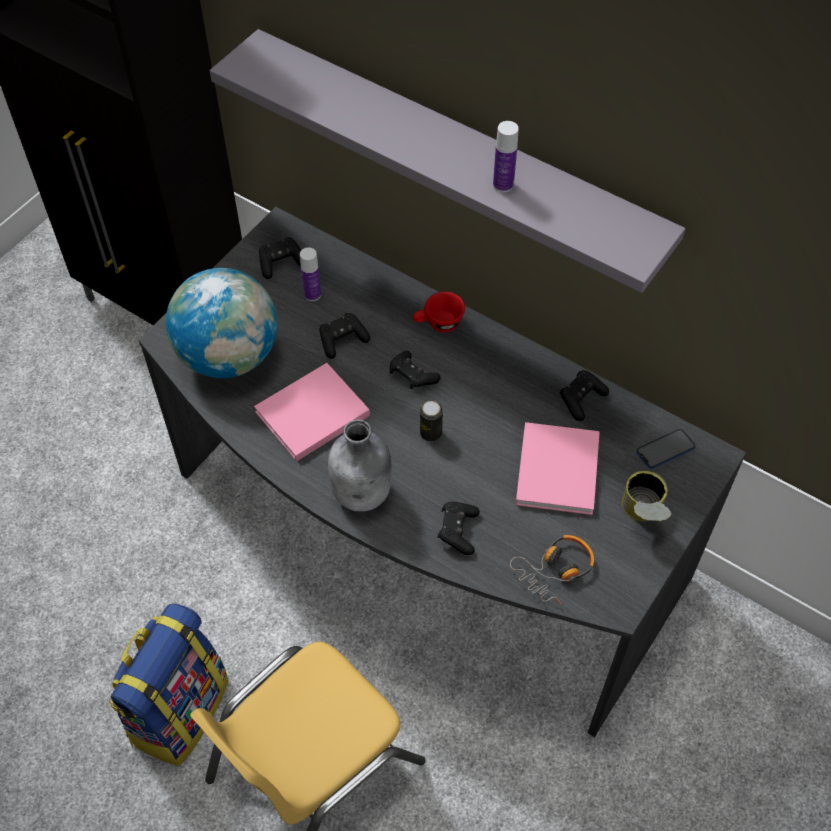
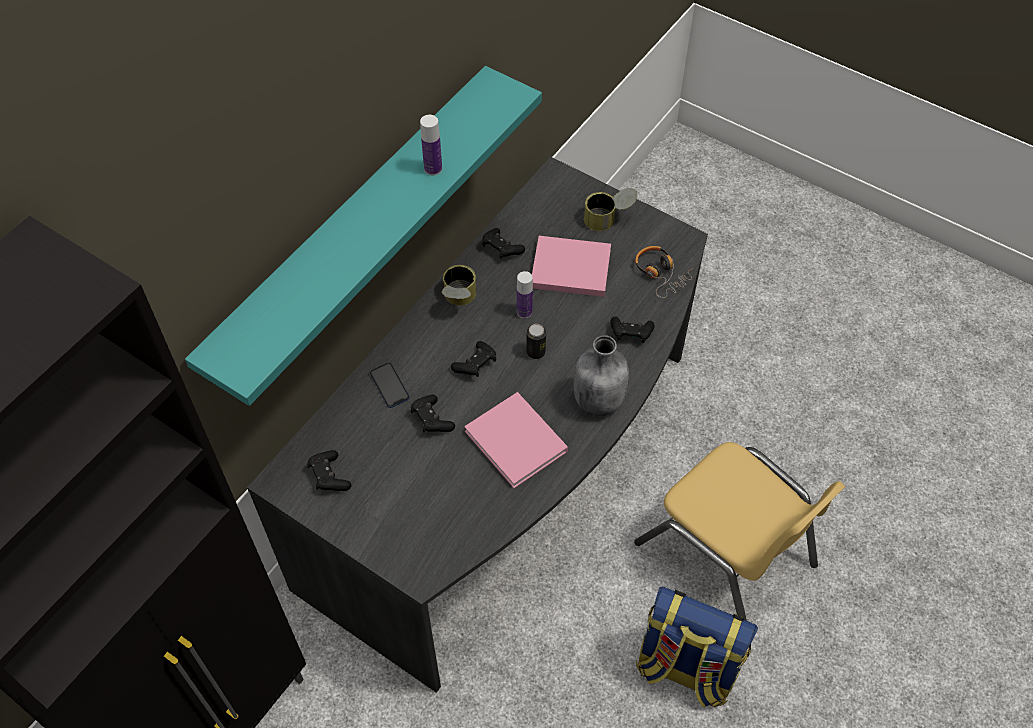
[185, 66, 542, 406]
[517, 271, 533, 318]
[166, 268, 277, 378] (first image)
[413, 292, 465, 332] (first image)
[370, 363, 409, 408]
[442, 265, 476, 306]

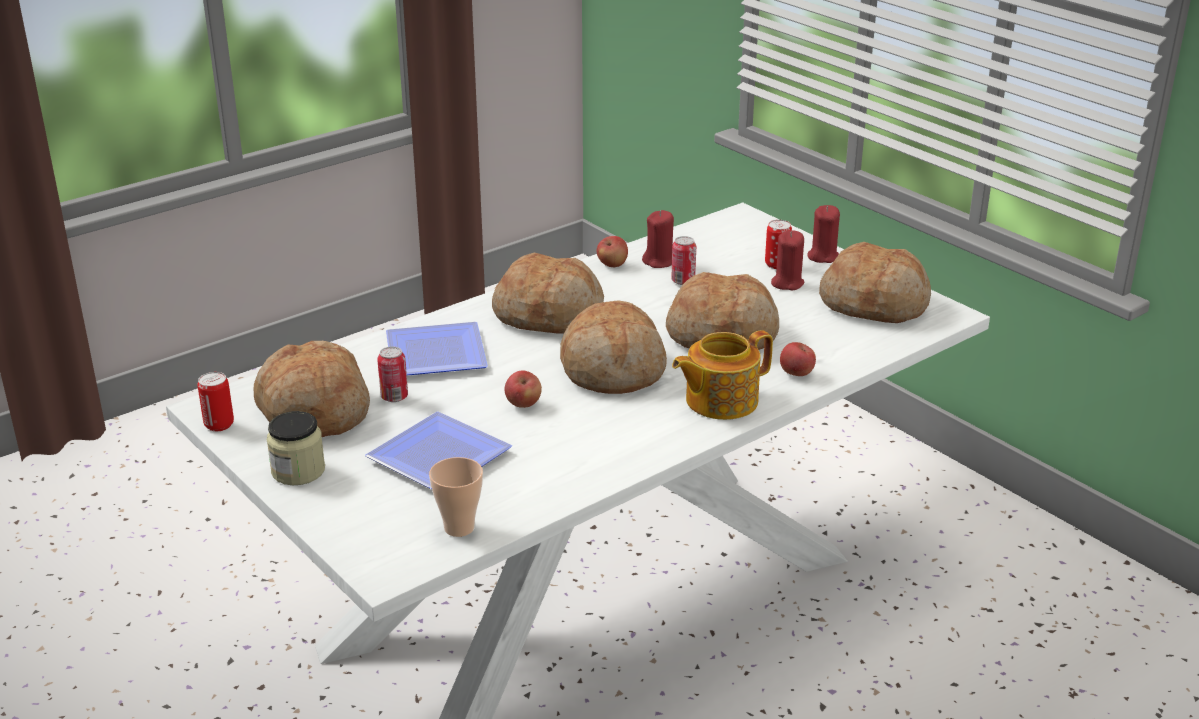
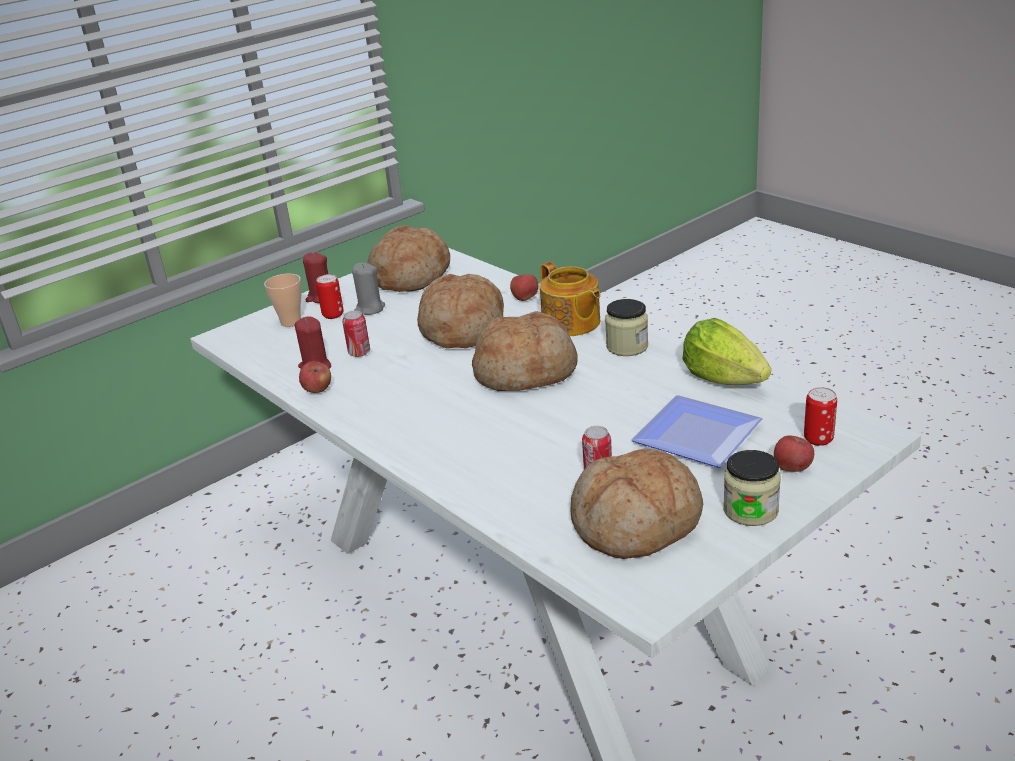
[352, 263, 385, 315]
[492, 252, 604, 334] (first image)
[386, 322, 488, 376] (first image)
[774, 435, 814, 472]
[804, 387, 837, 446]
[264, 274, 301, 327]
[605, 299, 648, 356]
[683, 318, 771, 385]

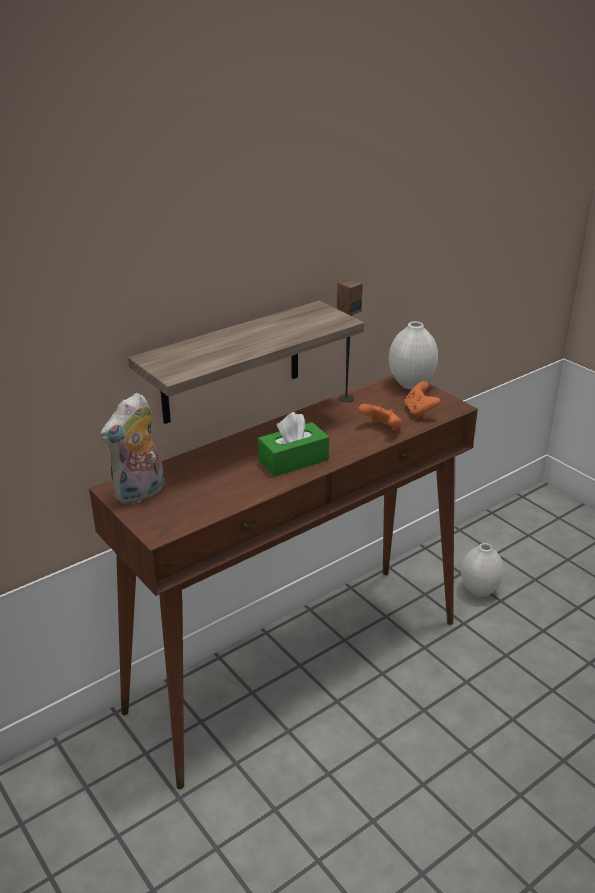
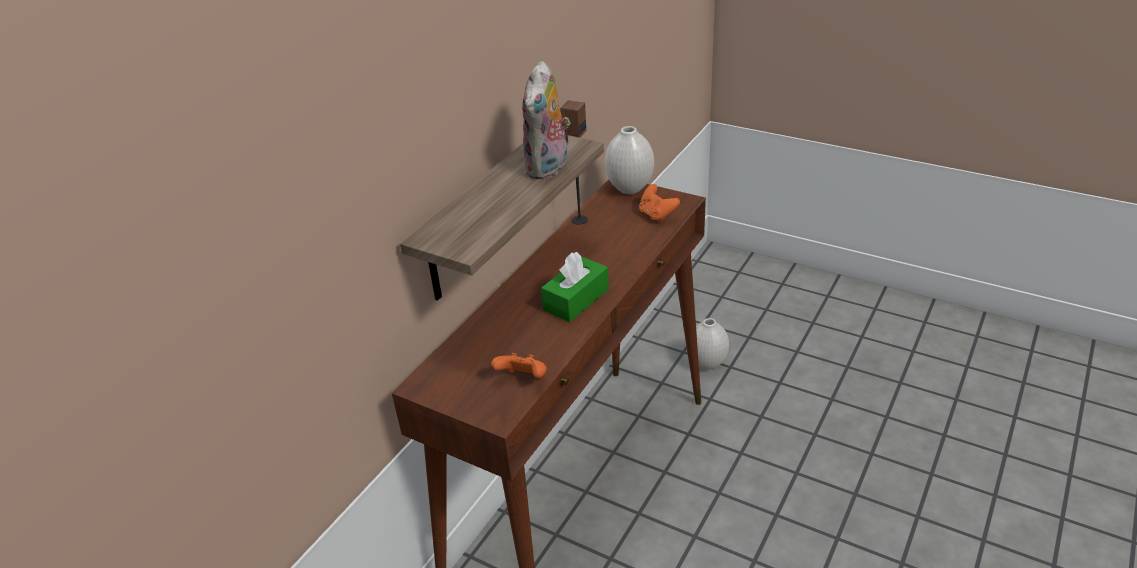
[522, 61, 571, 180]
[491, 353, 547, 378]

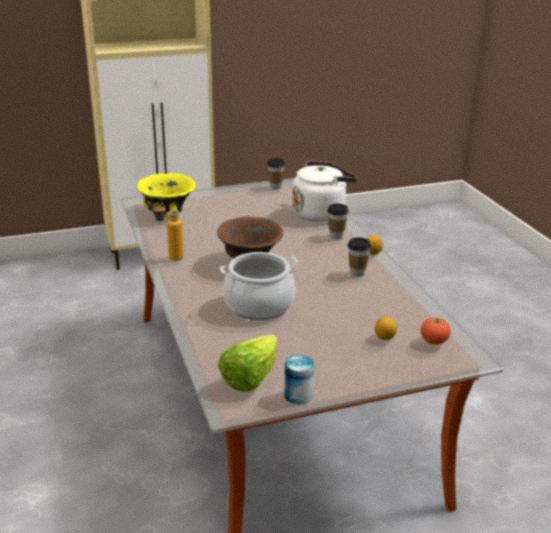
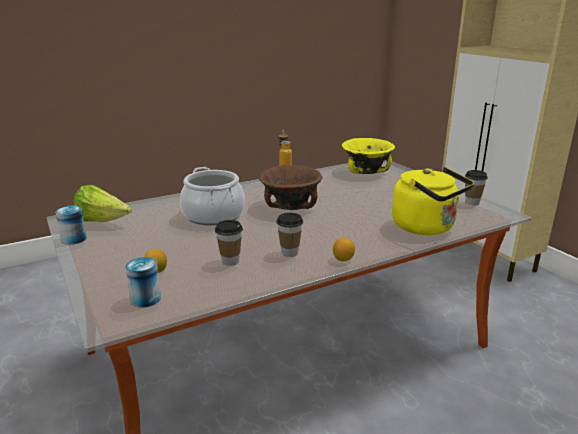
[392, 167, 474, 235]
[215, 220, 243, 266]
[125, 257, 161, 308]

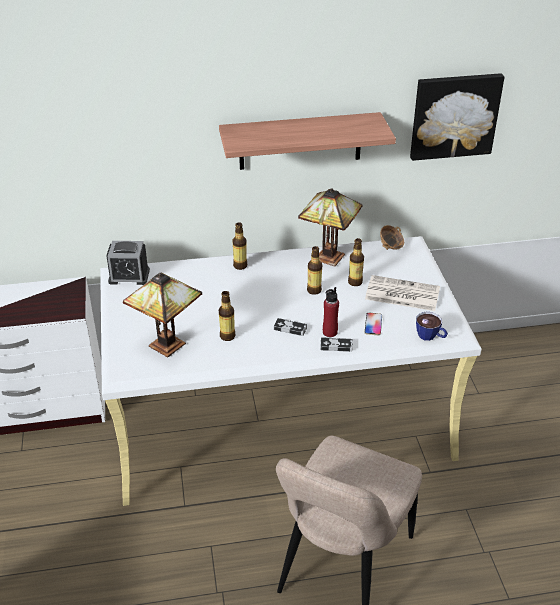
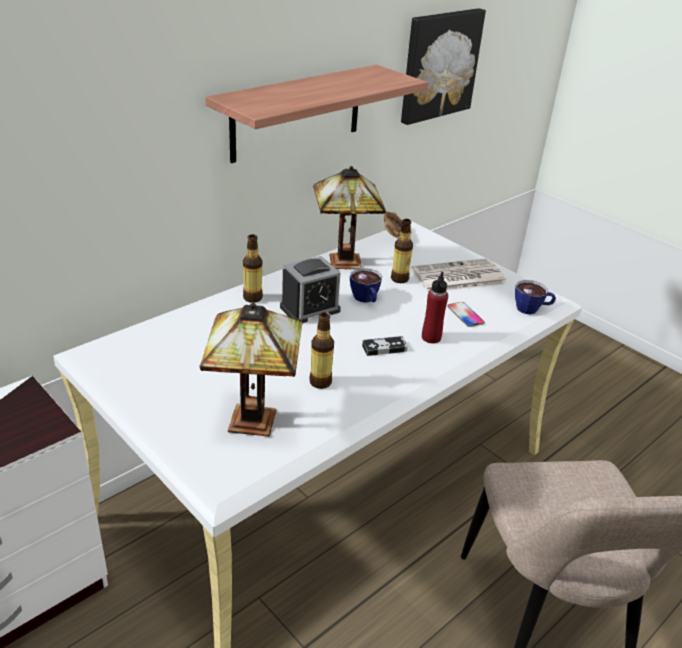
[280, 256, 341, 323]
[350, 268, 382, 302]
[320, 337, 353, 352] (first image)

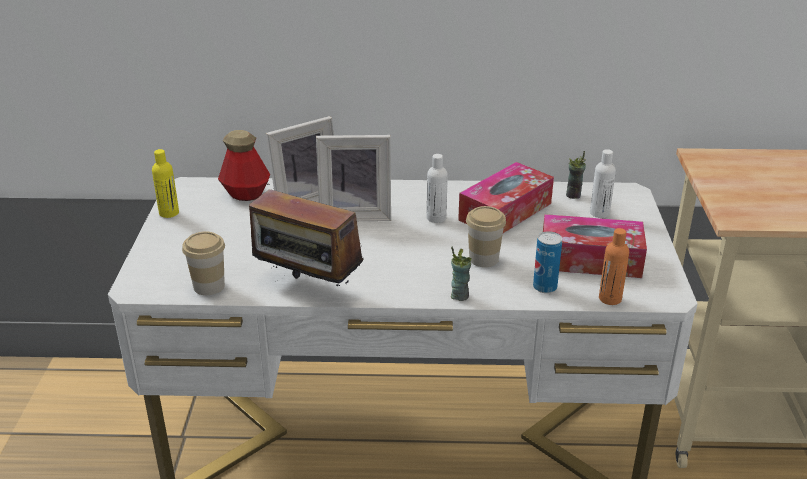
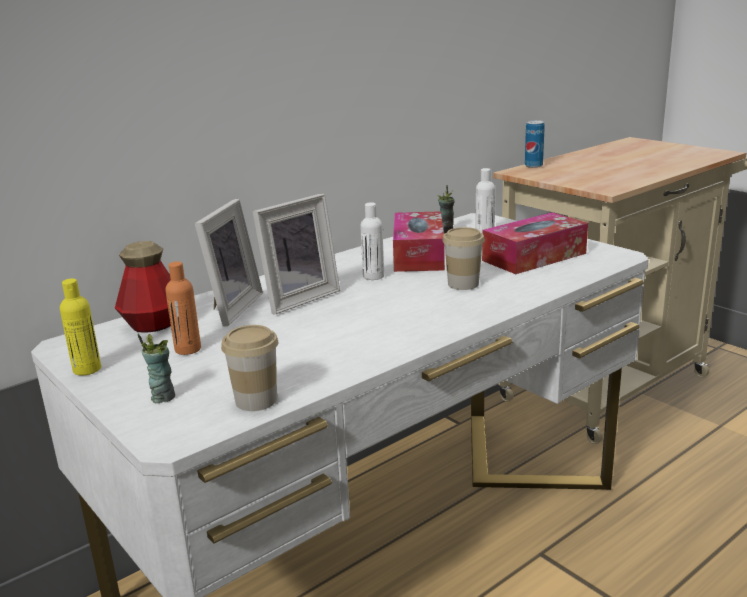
[249, 184, 363, 289] (first image)
[165, 261, 201, 355]
[525, 120, 545, 168]
[137, 334, 175, 403]

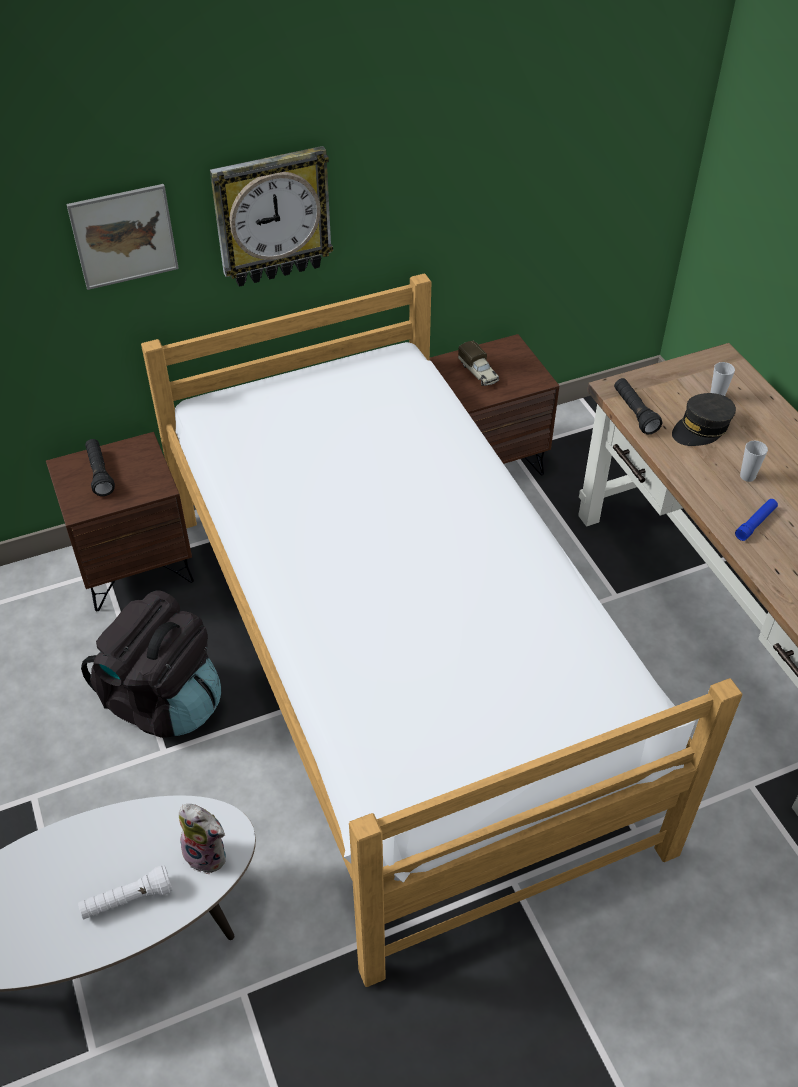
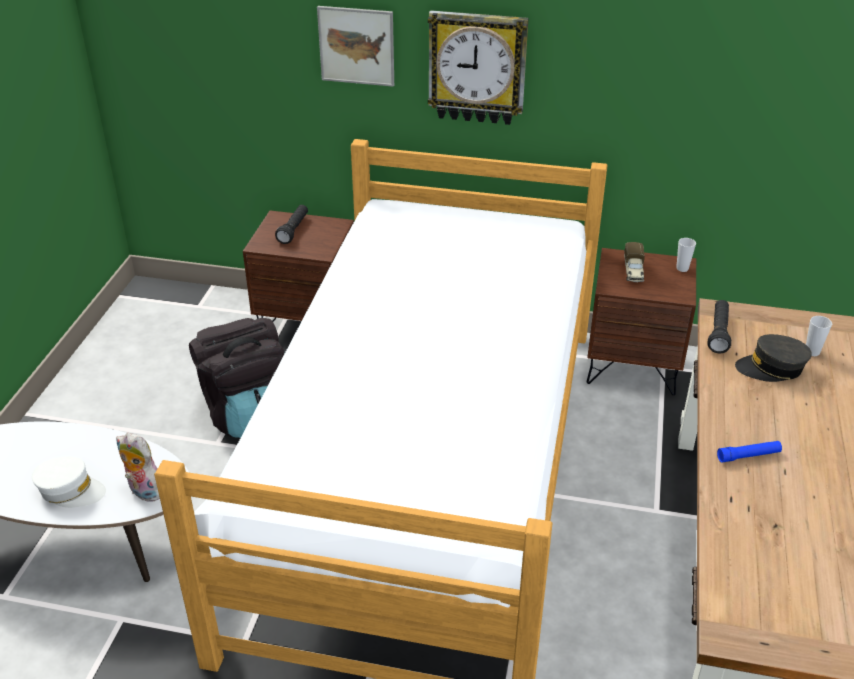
[676, 238, 696, 272]
[116, 433, 160, 502]
[32, 456, 106, 508]

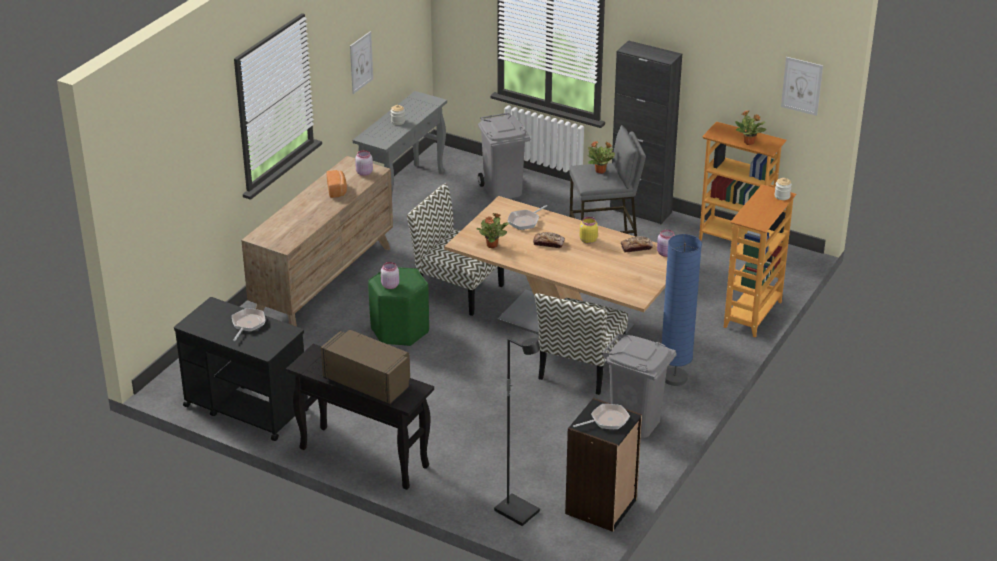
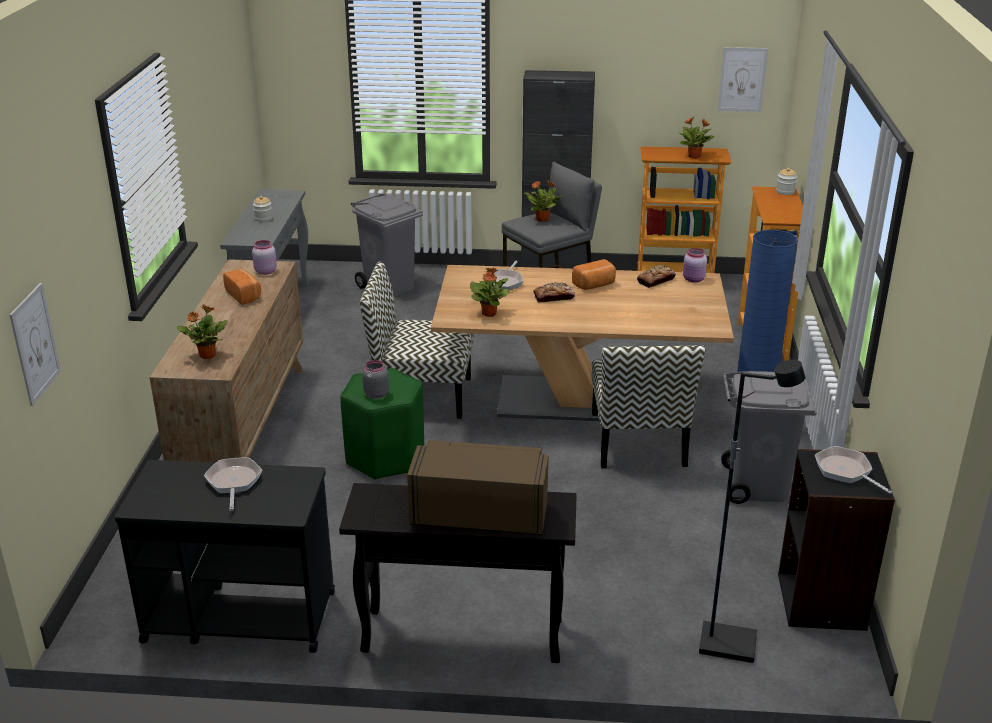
[10, 283, 61, 406]
[572, 259, 616, 290]
[362, 360, 389, 399]
[815, 446, 892, 494]
[177, 304, 228, 359]

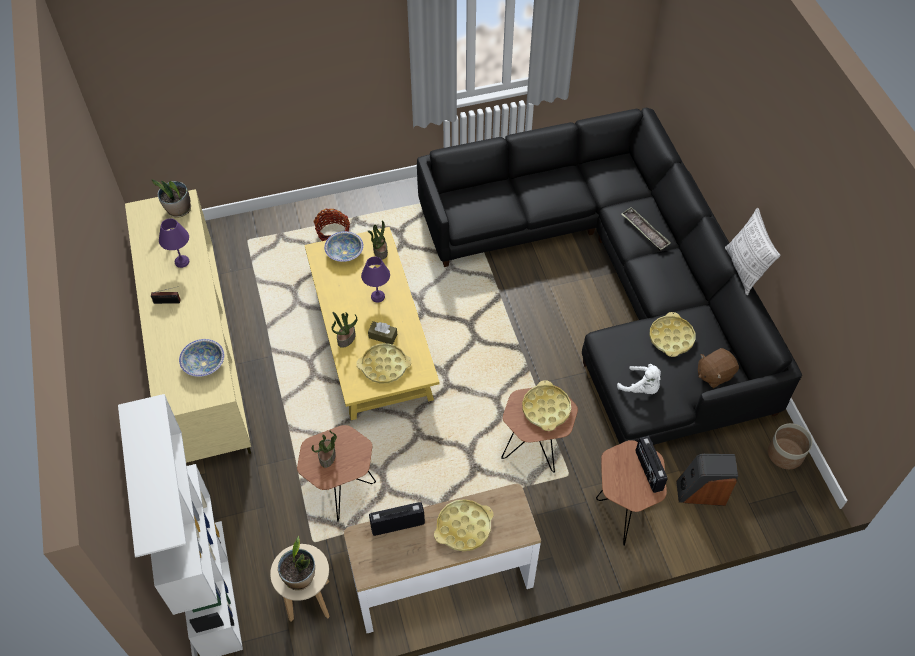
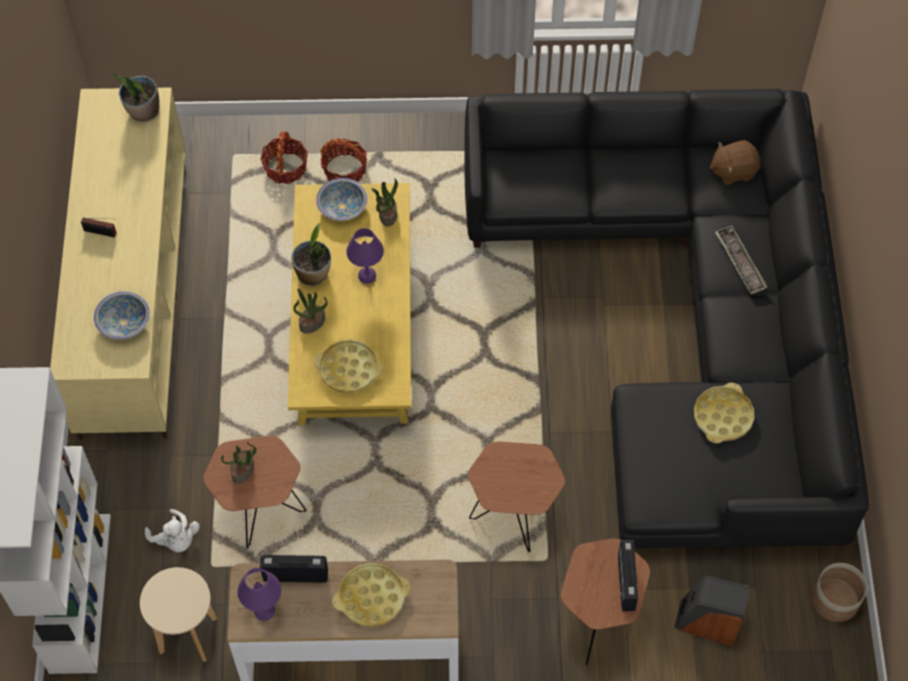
[725, 208, 780, 295] (first image)
[238, 568, 281, 621]
[368, 321, 397, 345] (first image)
[709, 140, 760, 185]
[145, 509, 200, 552]
[522, 380, 571, 431] (first image)
[292, 223, 331, 286]
[260, 131, 308, 184]

